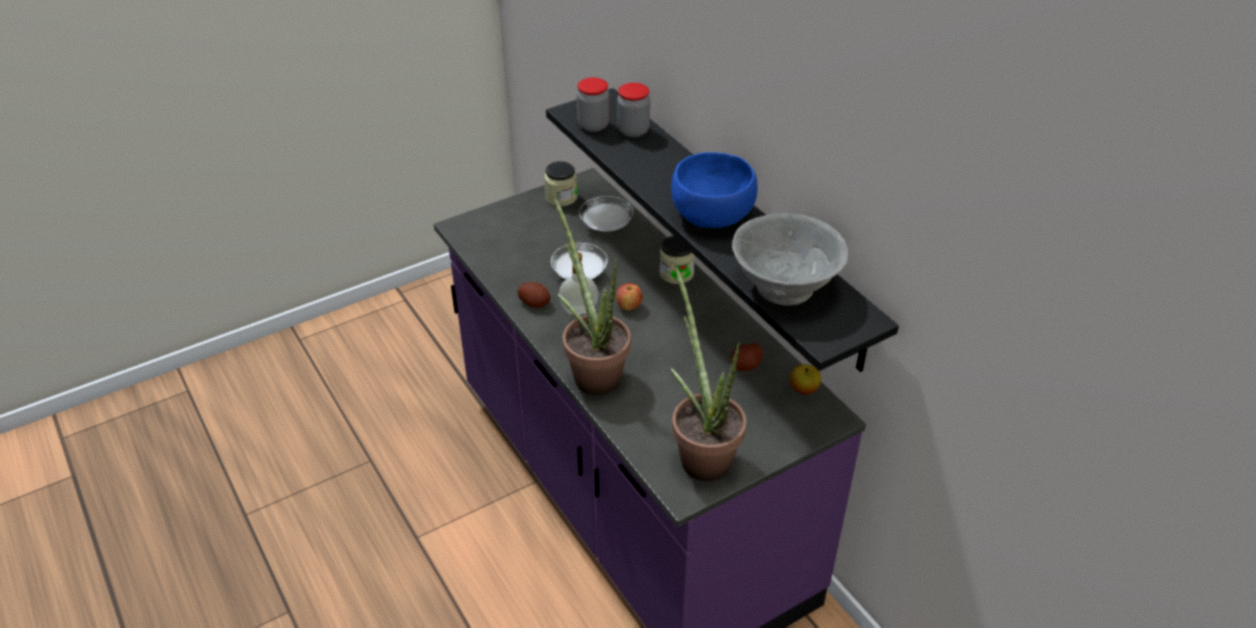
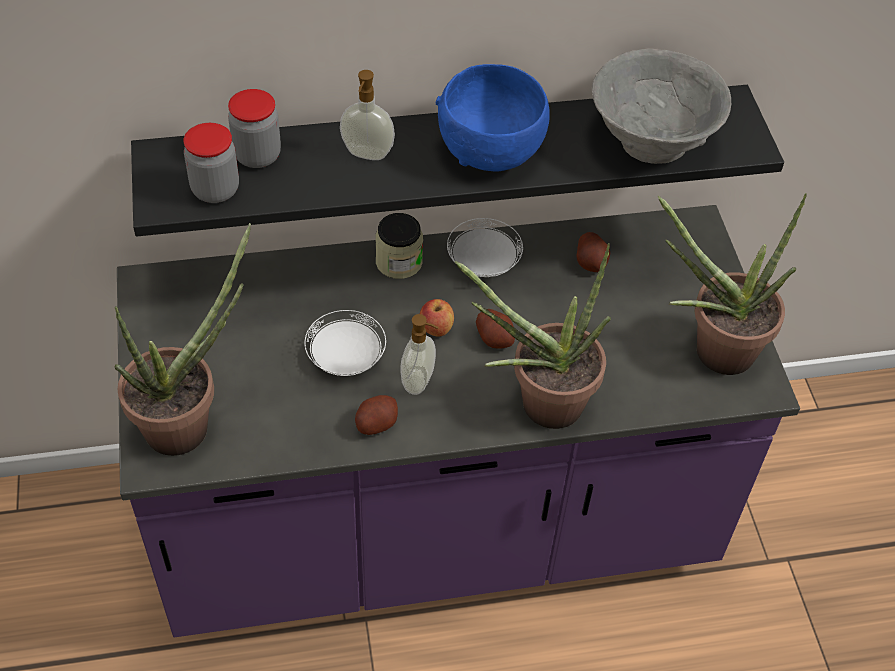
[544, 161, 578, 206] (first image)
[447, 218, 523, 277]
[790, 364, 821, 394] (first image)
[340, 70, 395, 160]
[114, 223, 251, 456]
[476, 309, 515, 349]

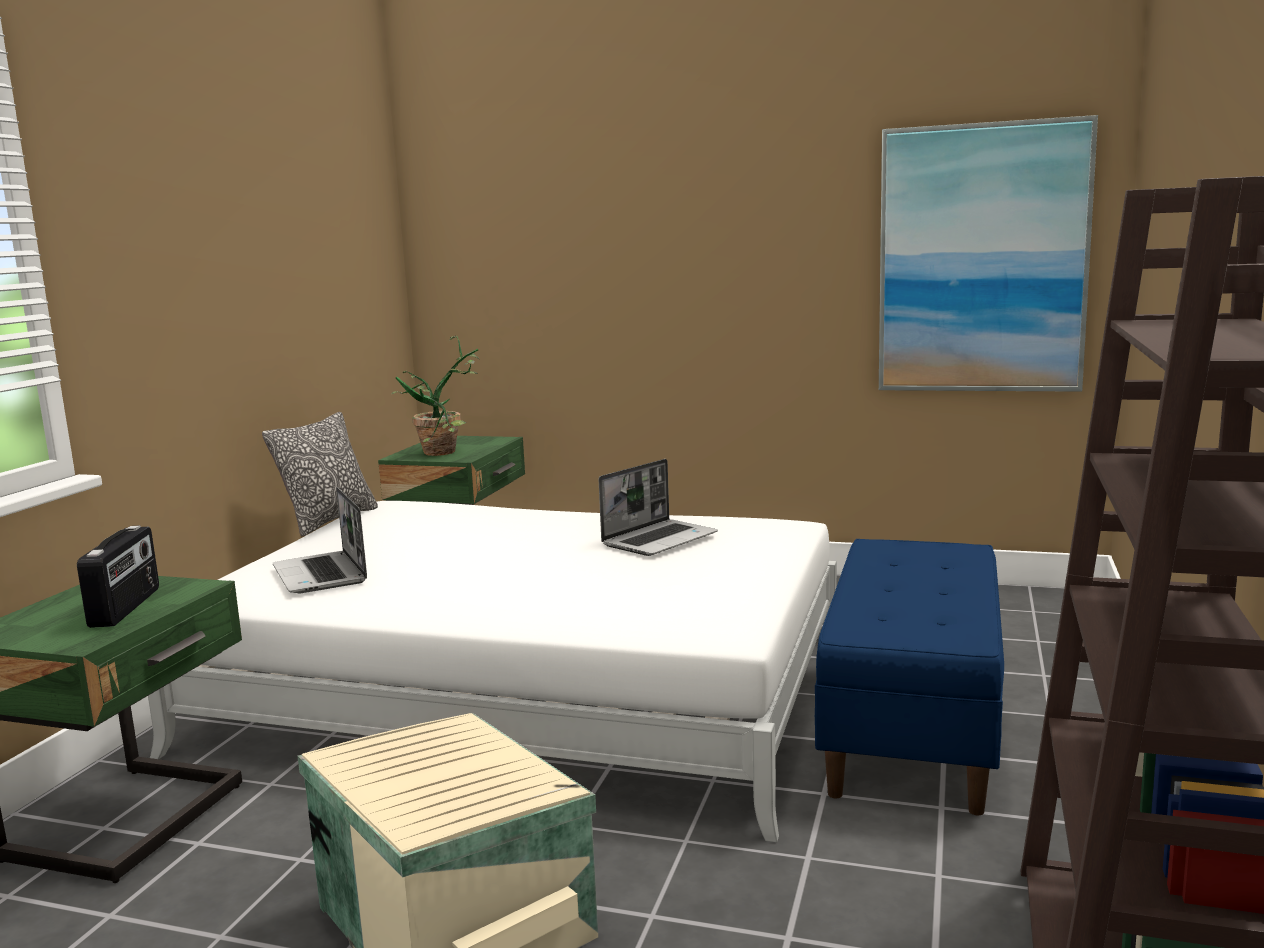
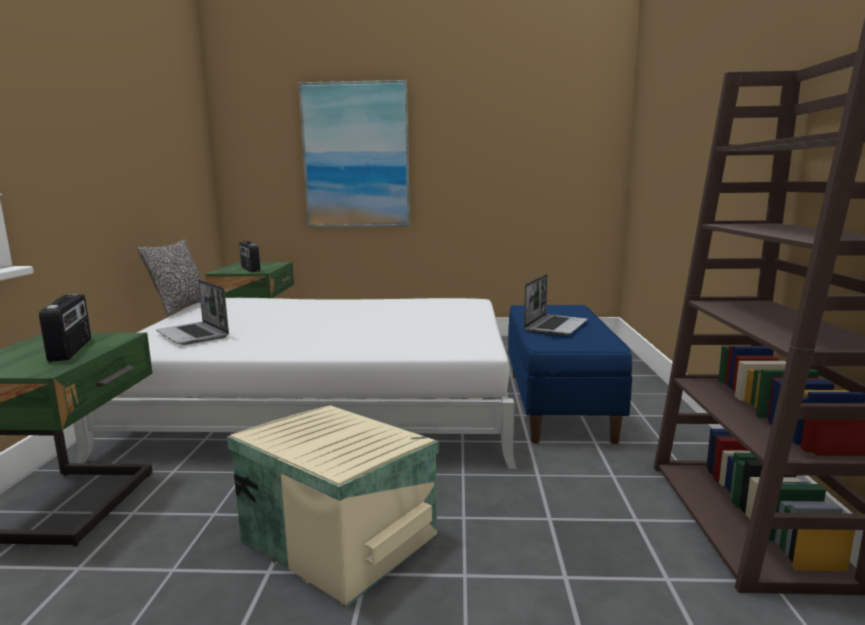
[298, 80, 410, 227]
[239, 241, 260, 272]
[524, 274, 588, 336]

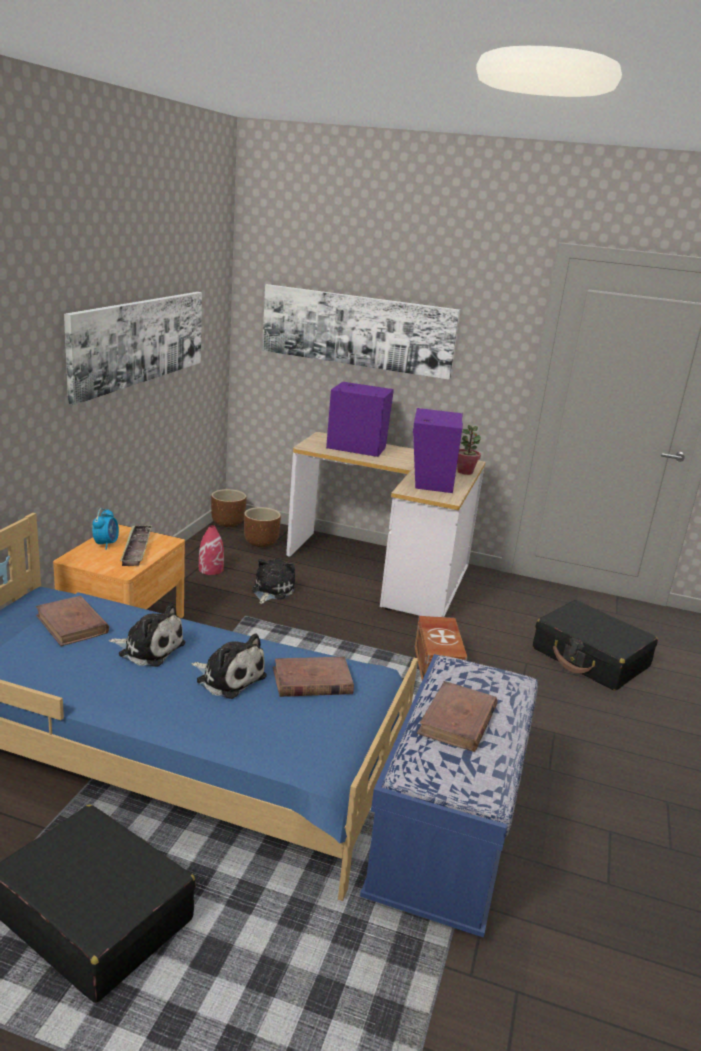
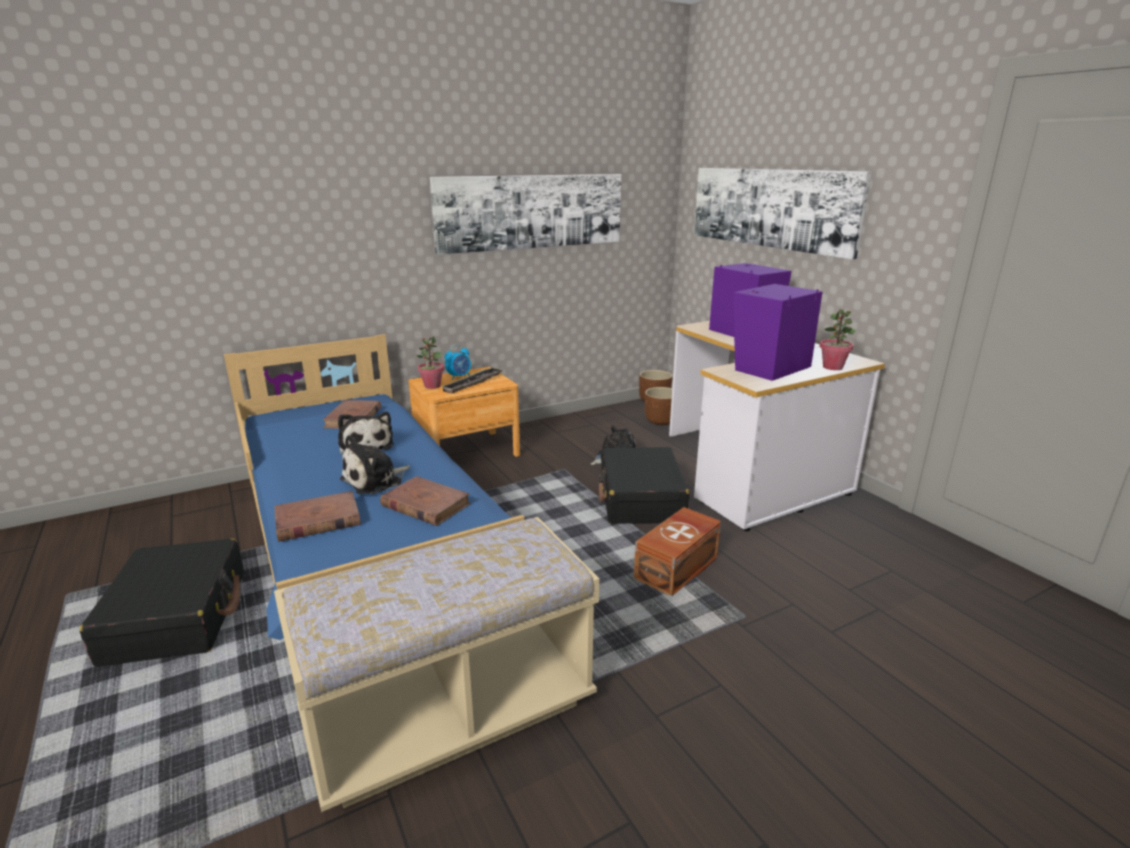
[199, 525, 224, 575] (first image)
[599, 447, 689, 524]
[340, 435, 410, 494]
[274, 517, 599, 812]
[275, 491, 361, 542]
[417, 336, 445, 389]

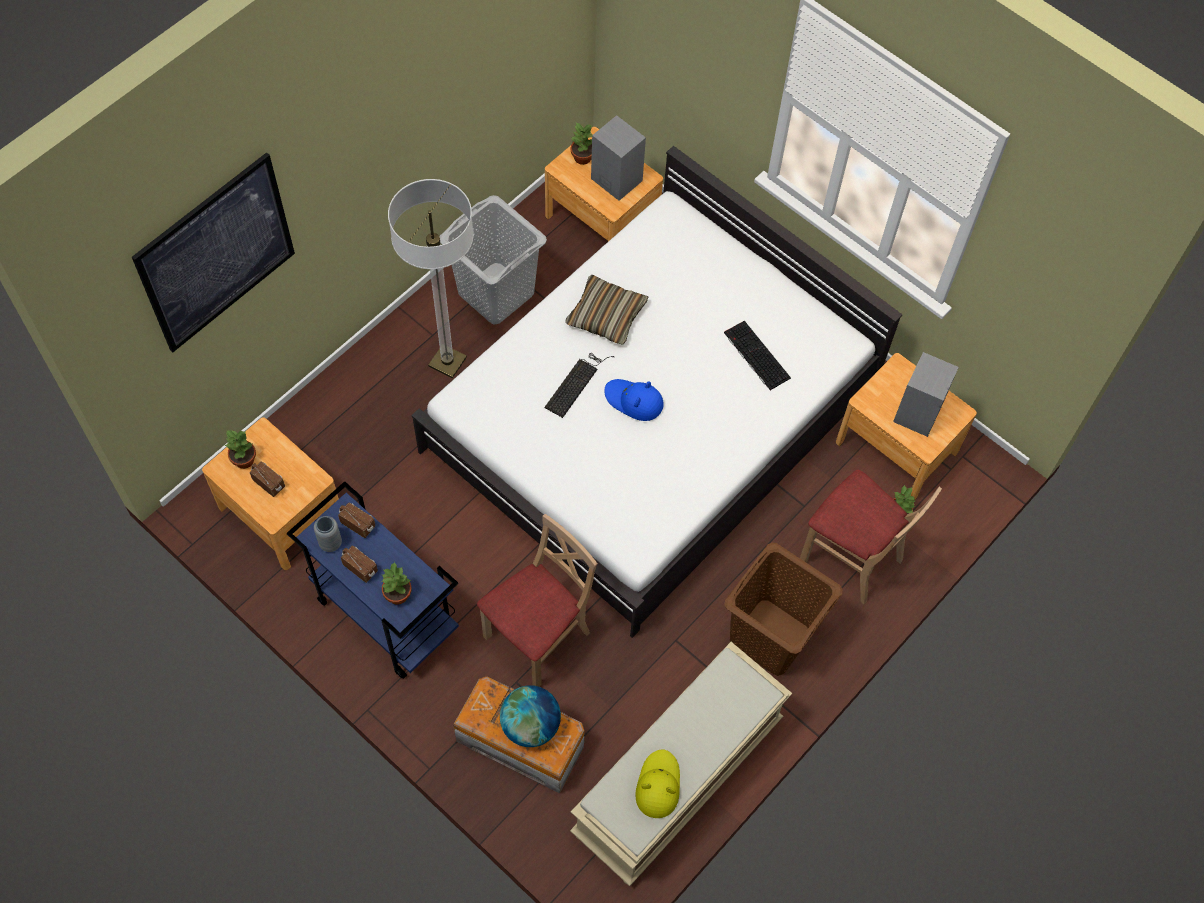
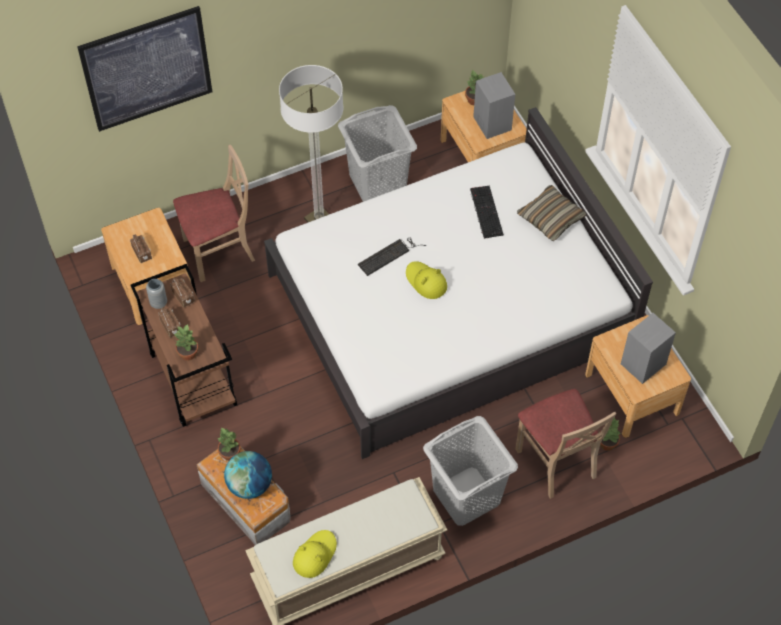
[517, 185, 586, 241]
[470, 185, 504, 239]
[406, 261, 447, 299]
[217, 427, 240, 461]
[130, 264, 237, 427]
[173, 145, 255, 282]
[423, 416, 518, 526]

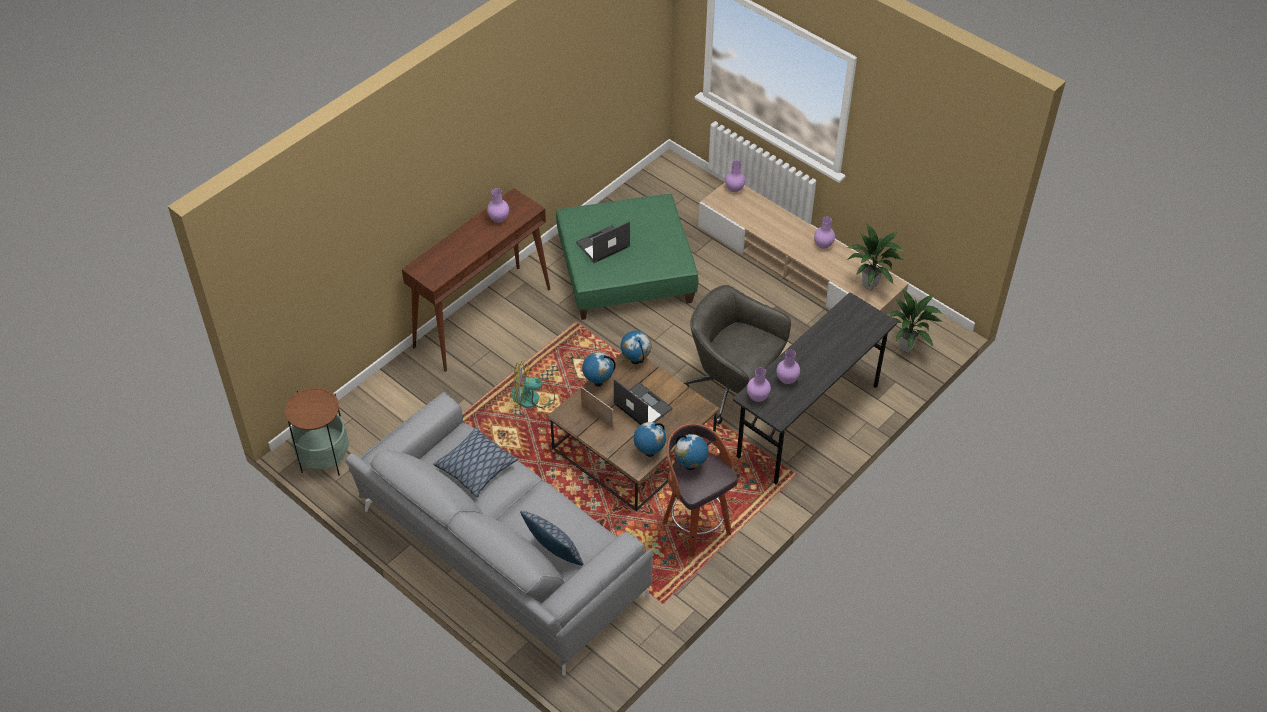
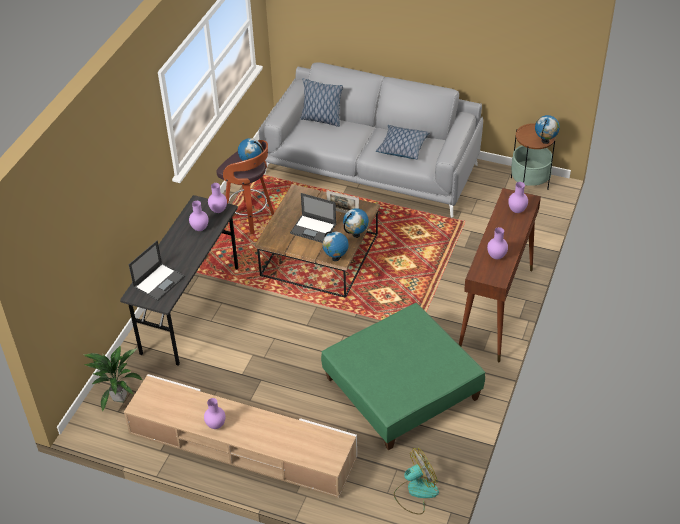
[508, 182, 528, 213]
[129, 241, 185, 301]
[847, 223, 904, 290] (first image)
[684, 285, 791, 425] (first image)
[394, 448, 439, 515]
[535, 115, 560, 144]

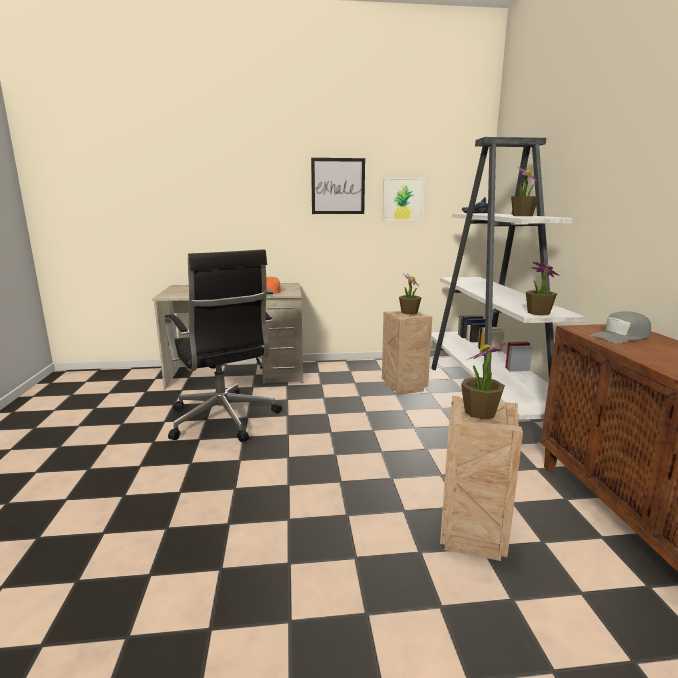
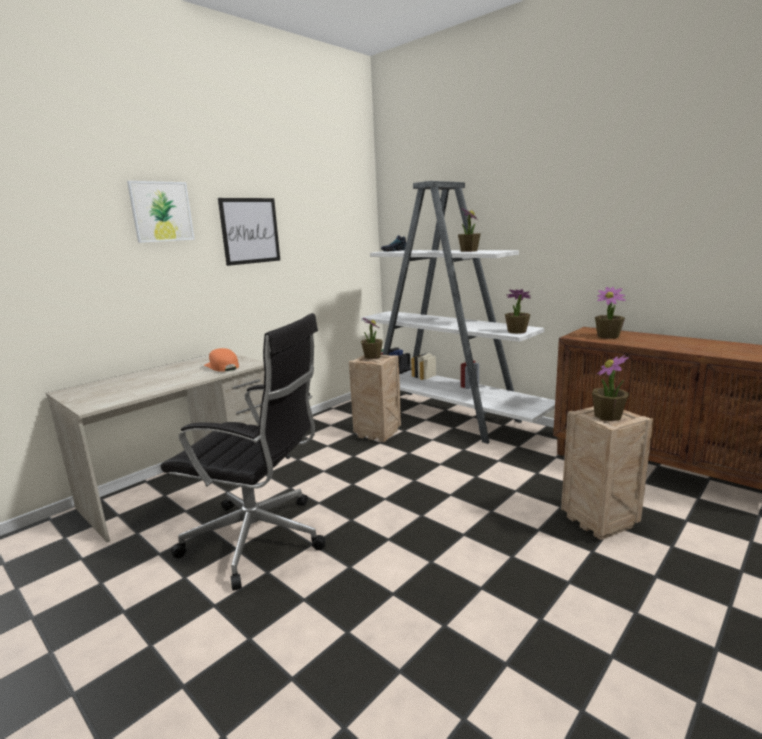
[127, 181, 195, 243]
[595, 287, 625, 339]

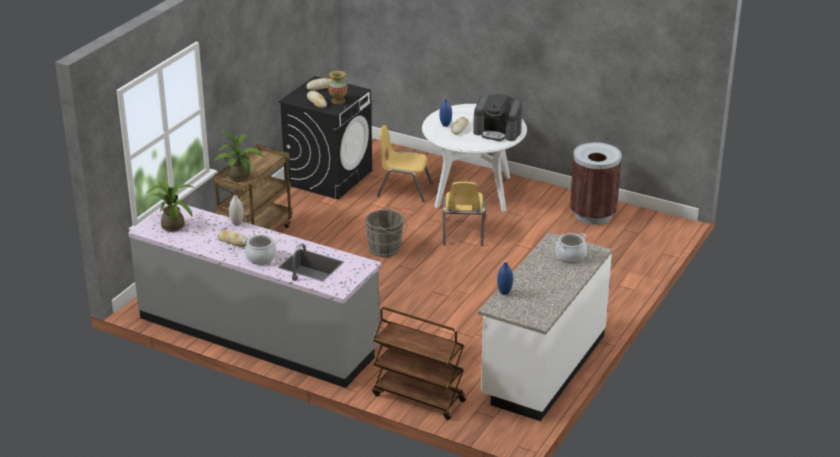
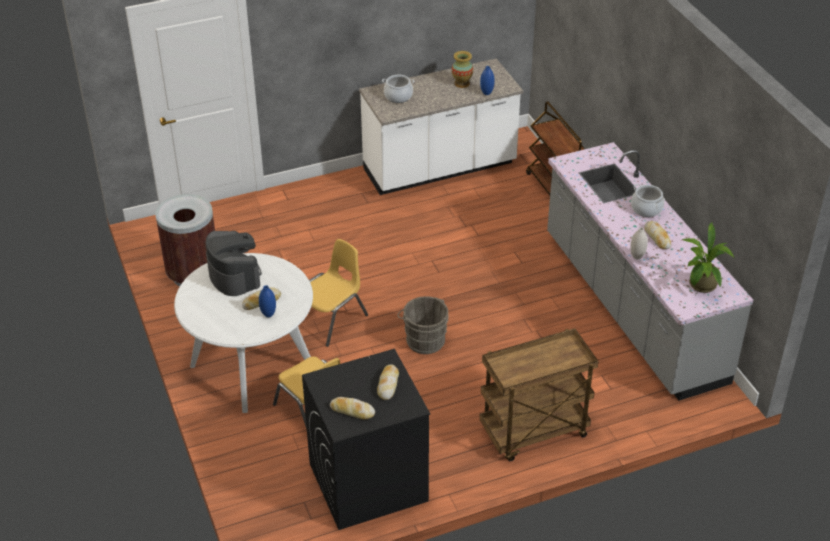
[452, 51, 473, 88]
[213, 130, 264, 181] (first image)

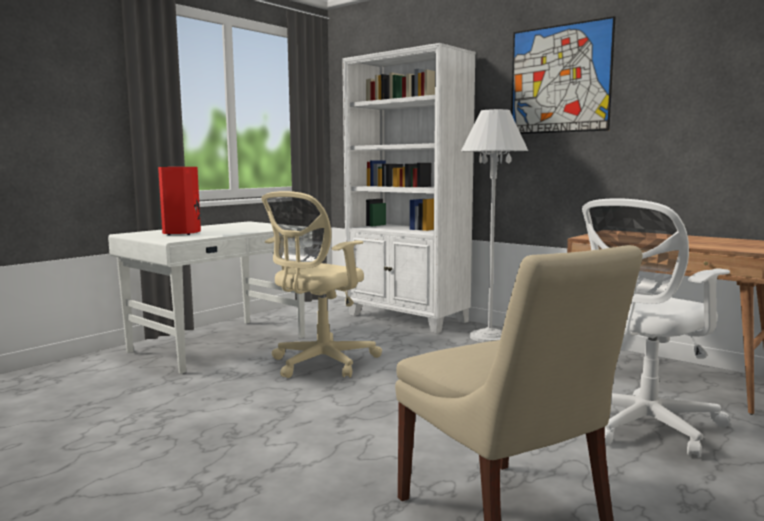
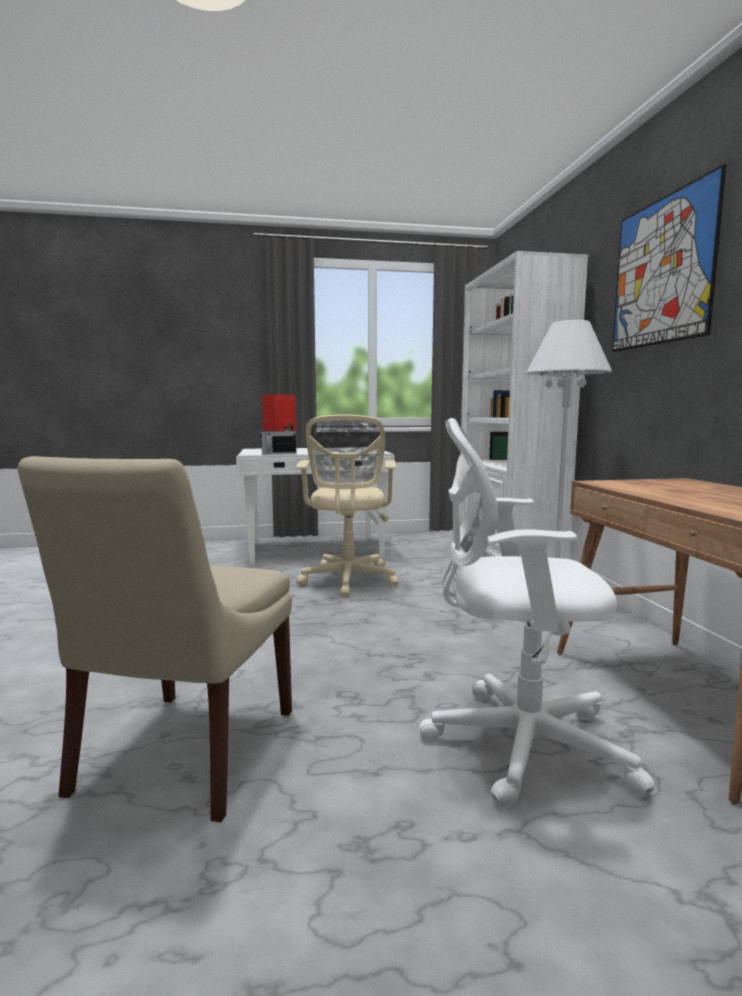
[296, 414, 398, 597]
[260, 424, 296, 455]

